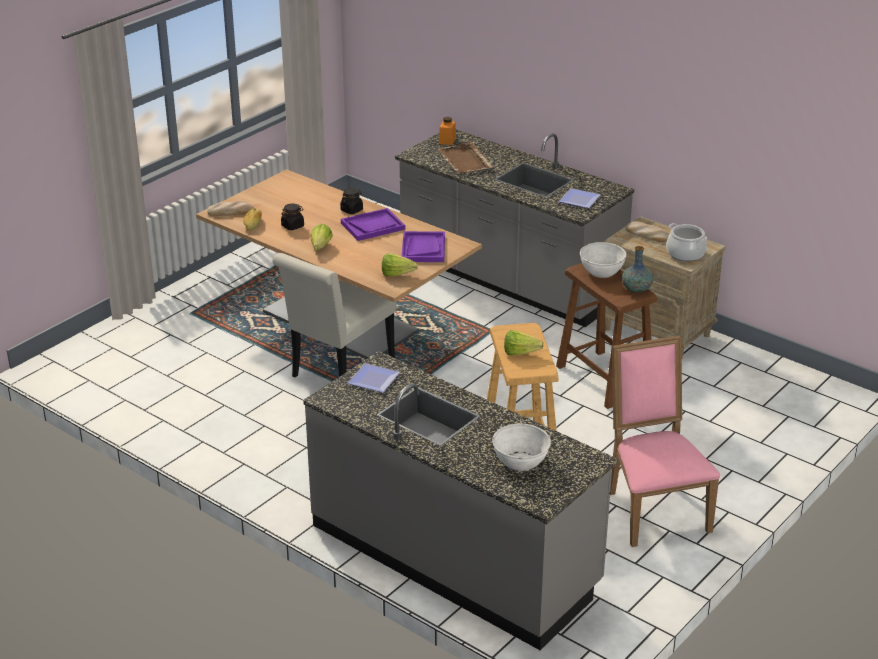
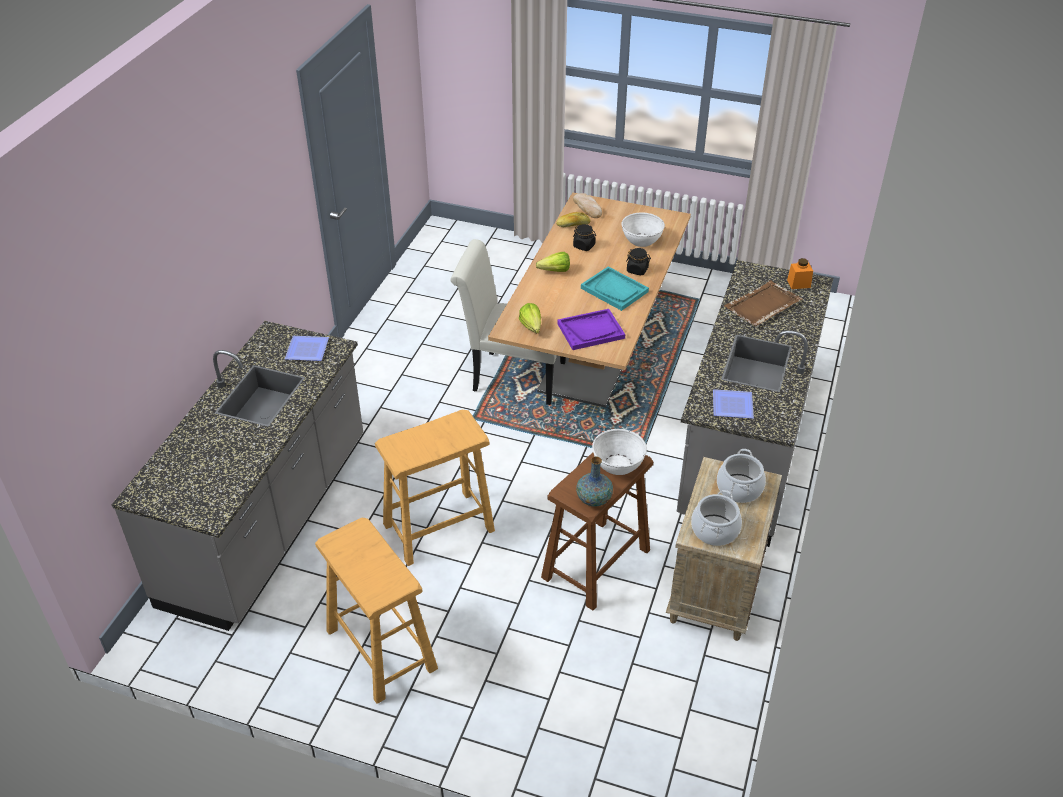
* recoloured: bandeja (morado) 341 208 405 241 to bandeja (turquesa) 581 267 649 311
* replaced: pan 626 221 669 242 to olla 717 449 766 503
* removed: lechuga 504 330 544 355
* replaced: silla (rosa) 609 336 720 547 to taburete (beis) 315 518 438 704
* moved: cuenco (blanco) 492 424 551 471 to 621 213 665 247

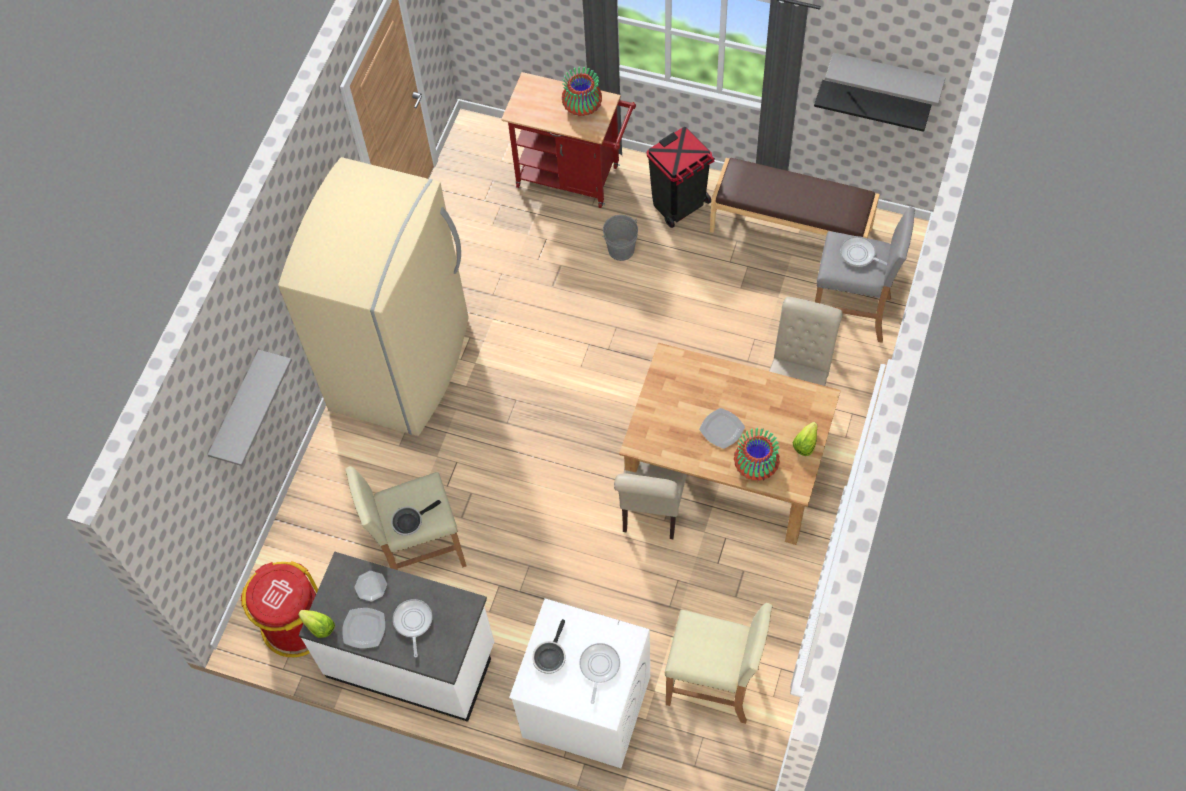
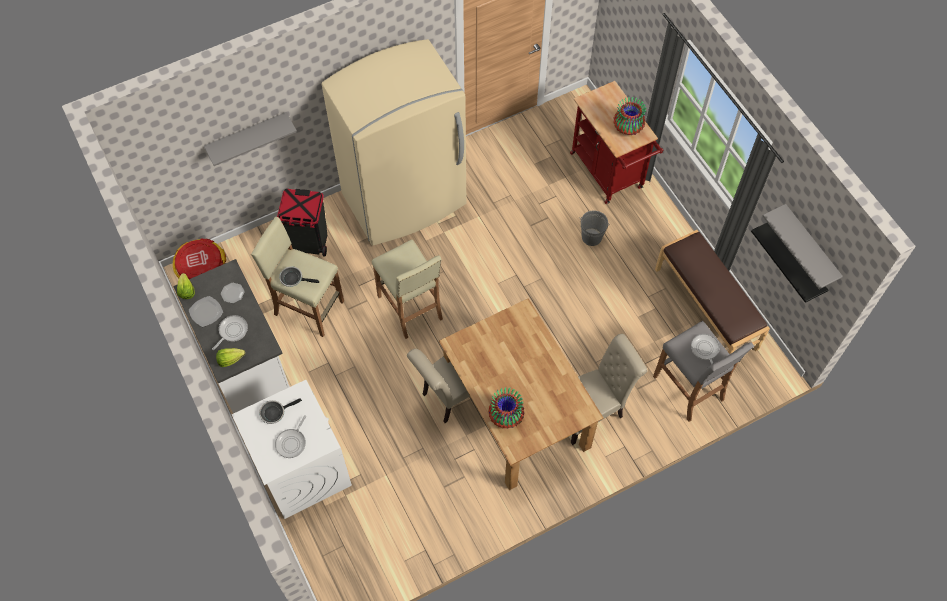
* moved: papelera (negro) 646 127 715 228 to 277 189 327 257
* removed: plato 699 408 745 449
* moved: lechuga 793 422 818 456 to 216 348 245 367
* moved: taburete (beis) 665 603 773 724 to 372 239 443 339
* turned: sartén 579 643 620 704 = 275 415 306 458 150 degrees clockwise

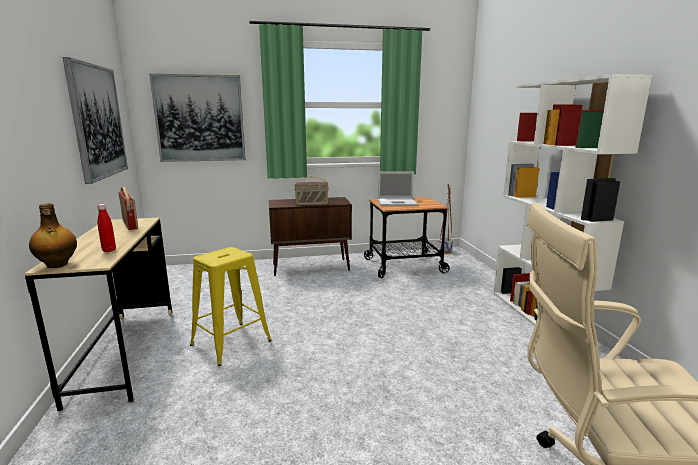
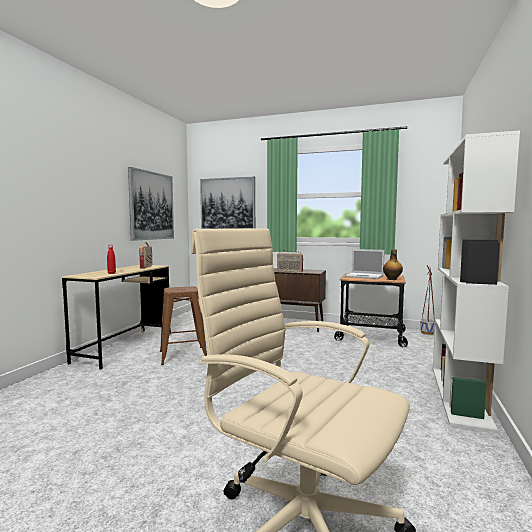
* moved: botella 29 203 77 268 to 383 249 403 280
* recoloured: taburete (amarillo) 190 247 272 366 to taburete (marrón) 160 286 207 365

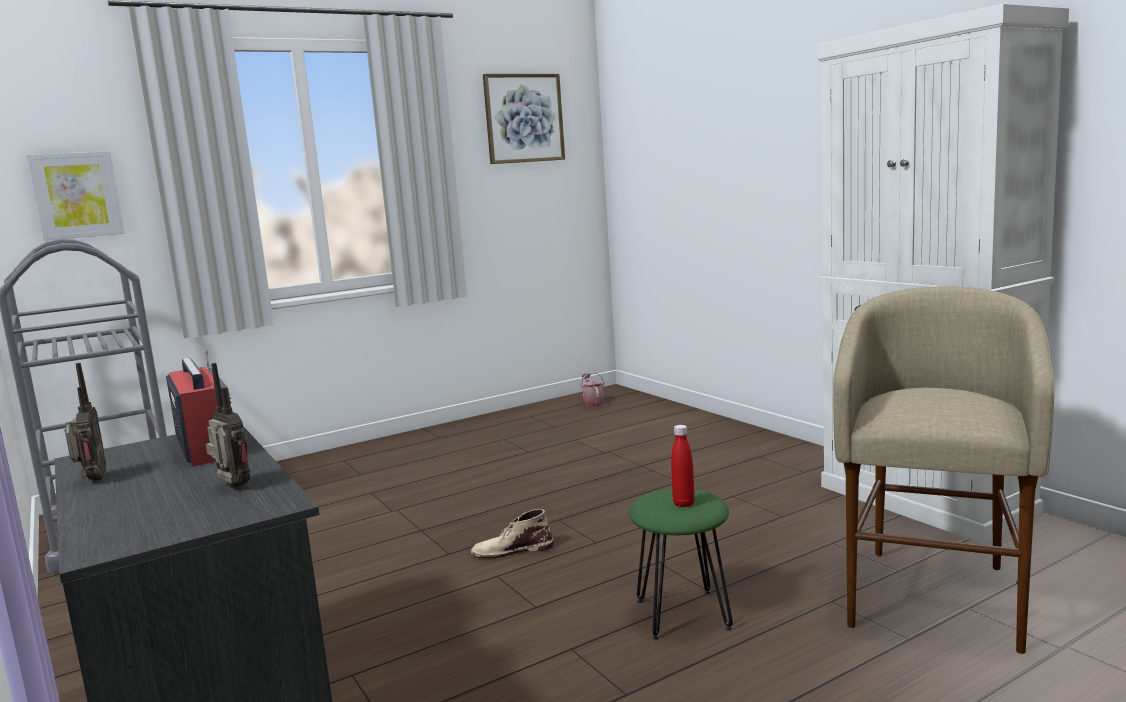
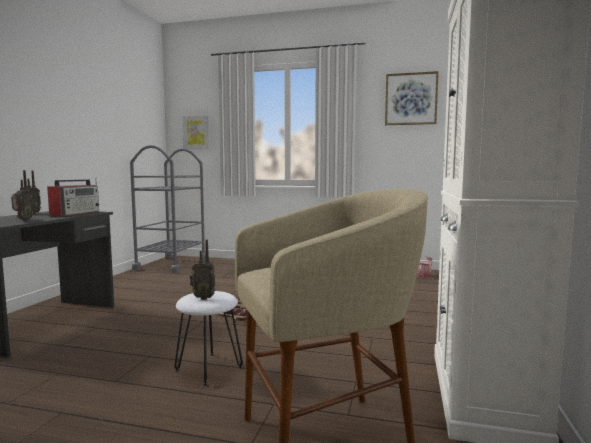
* replaced: botella (rojo) 671 425 695 507 to radio 190 240 215 300
* recoloured: taburete (verde) 629 488 733 640 to taburete (blanco) 174 291 243 386

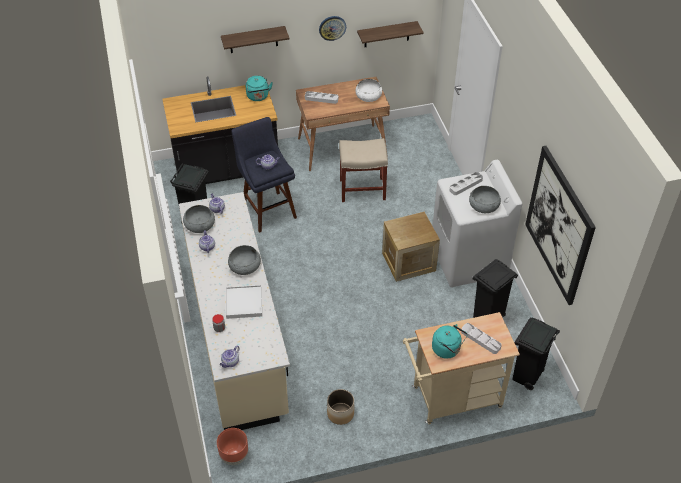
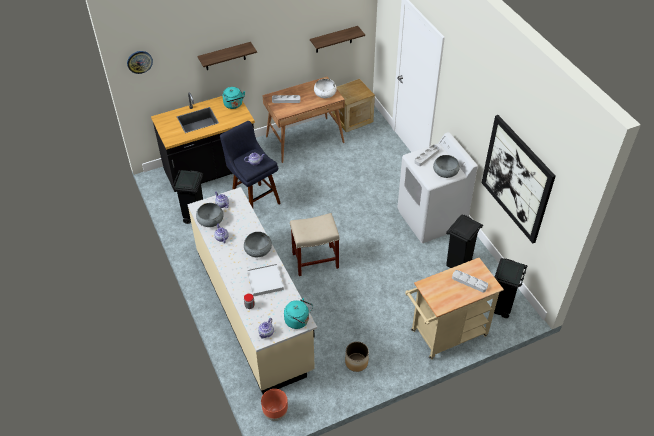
* moved: reloj de pared 319 16 346 41 to 127 51 153 74
* moved: taburete (beis) 339 138 388 202 to 290 213 339 276
* moved: caja de embalaje 382 212 440 282 to 332 79 375 132
* moved: hervidor (turquesa) 432 324 468 359 to 284 298 313 329

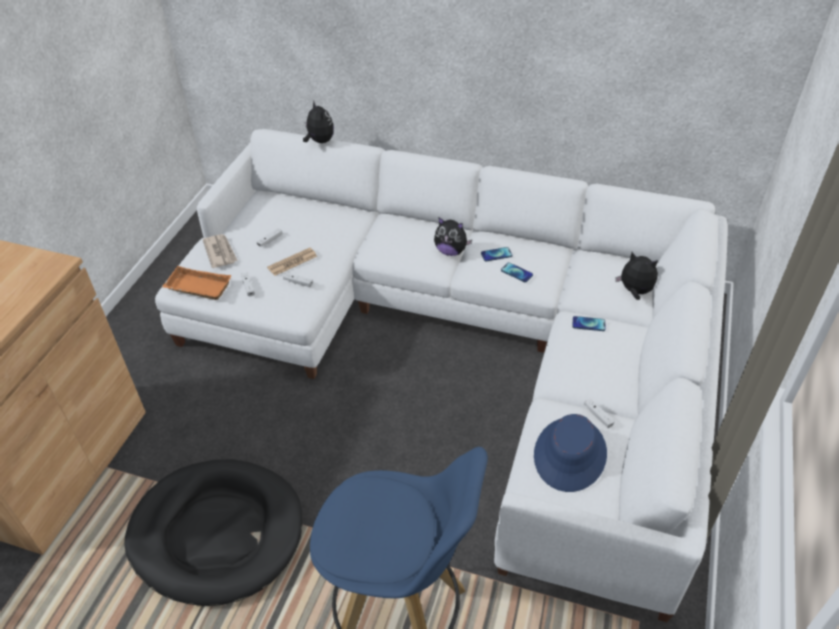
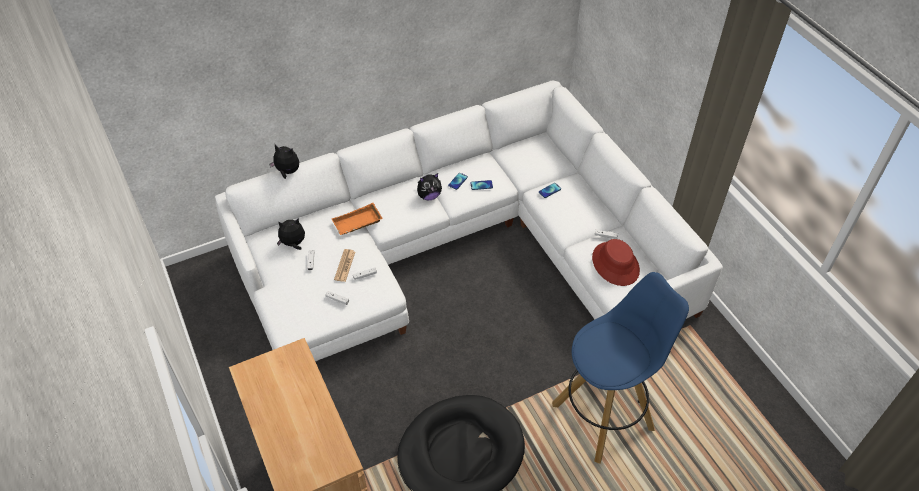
* removed: periódico 203 234 238 268
* moved: peluche 615 252 658 300 to 277 219 305 250
* moved: bandeja (naranja) 162 266 232 300 to 331 203 382 235
* recoloured: sombrero (azul) 534 414 607 492 to sombrero (rojo) 592 239 640 286

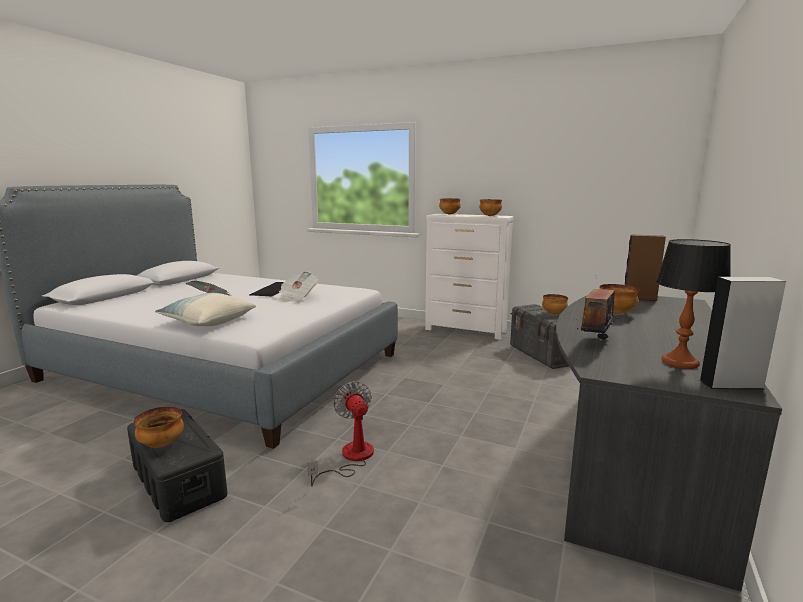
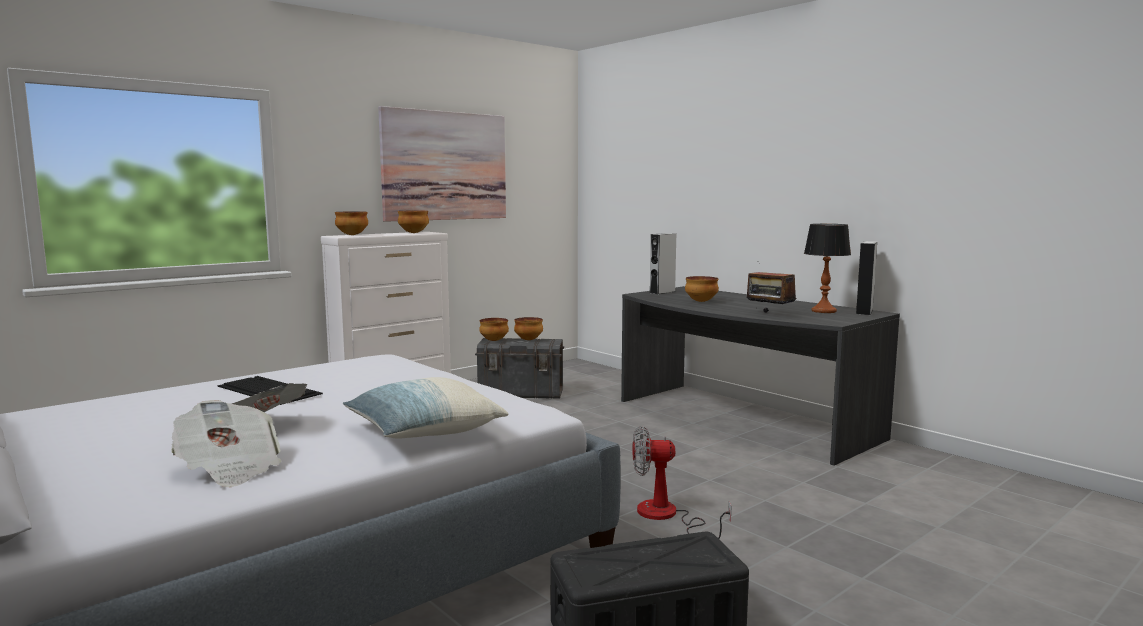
* recoloured: altavoz (marrón) 625 234 666 301 to altavoz (gris) 650 233 676 294
* moved: periódico 278 271 318 302 to 171 400 281 488
* moved: cuenco 134 407 184 448 to 479 318 509 341
* added: cuadro 378 106 506 222

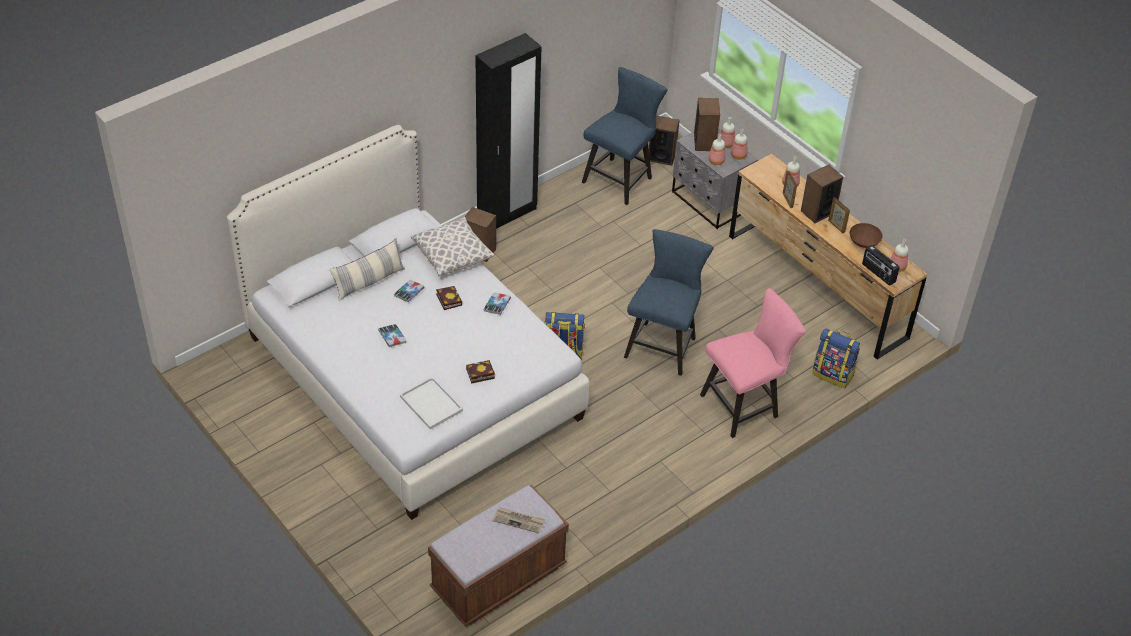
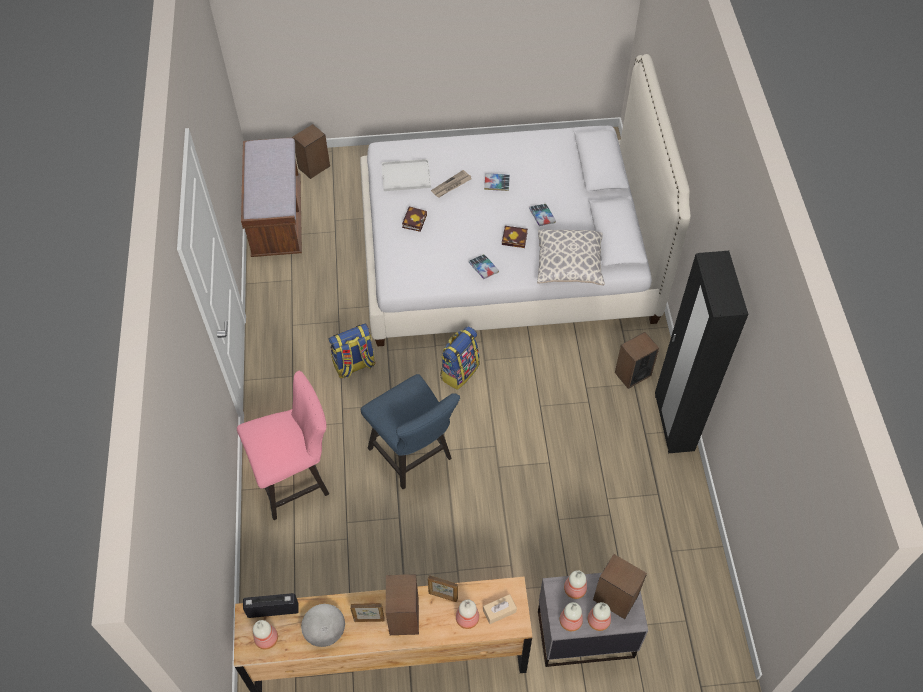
* removed: silla (azul) 582 67 668 205
* moved: altavoz 649 116 680 166 to 293 124 330 179
* recoloured: cuenco (marrón) 850 223 882 248 to cuenco (gris) 301 604 345 647
* removed: cojín 330 239 405 301
* turned: silla (rosa) 700 288 806 438 = 237 371 329 520 120 degrees counterclockwise
* moved: mochila 812 328 860 388 to 329 323 376 378
* moved: periódico 492 507 545 533 to 431 170 471 198
* added: caja de pañuelos (beis) 483 594 517 624

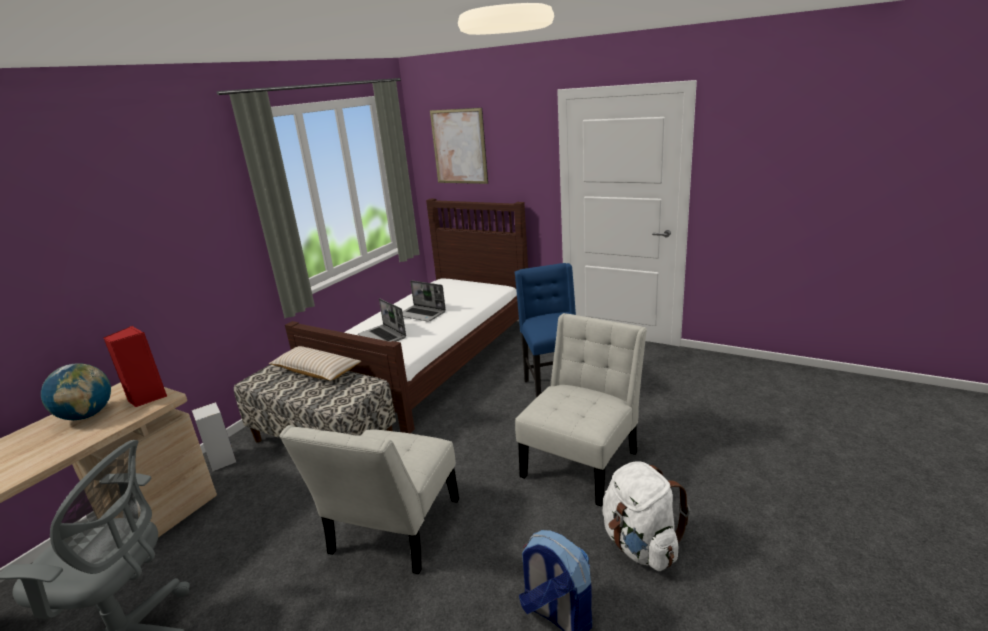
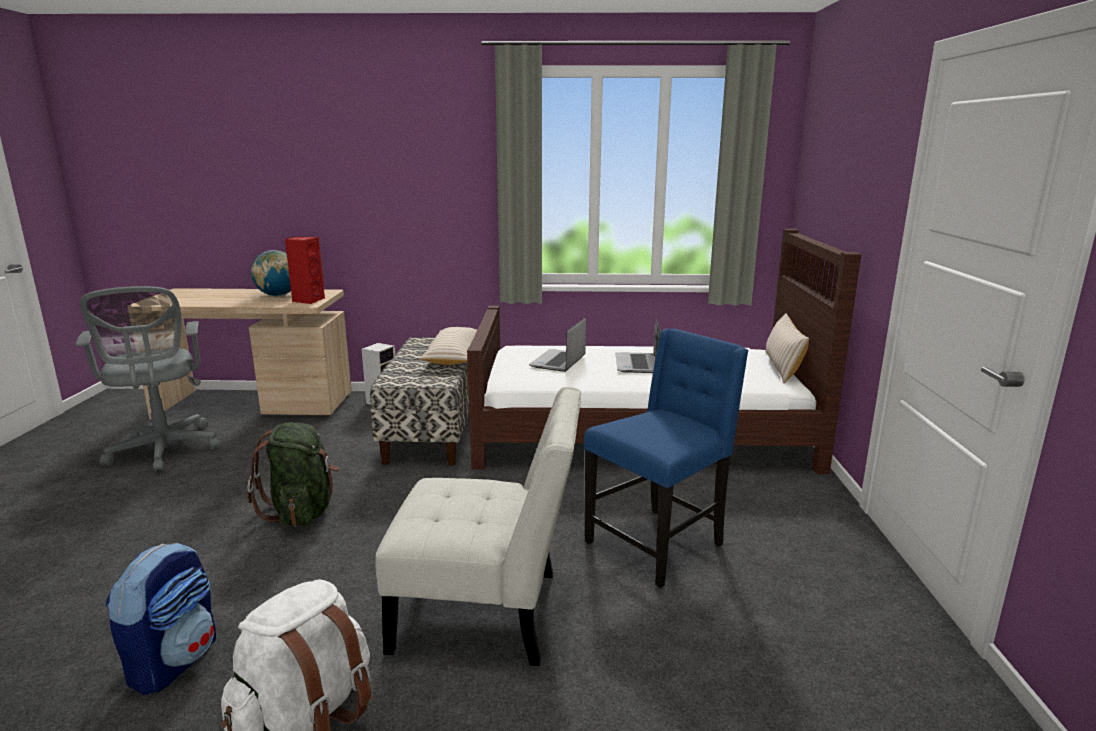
* removed: cuadro 430 108 488 184
* replaced: silla (blanco) 280 425 459 574 to mochila (verde) 247 422 339 527
* added: cojín (beis) 766 313 809 384

